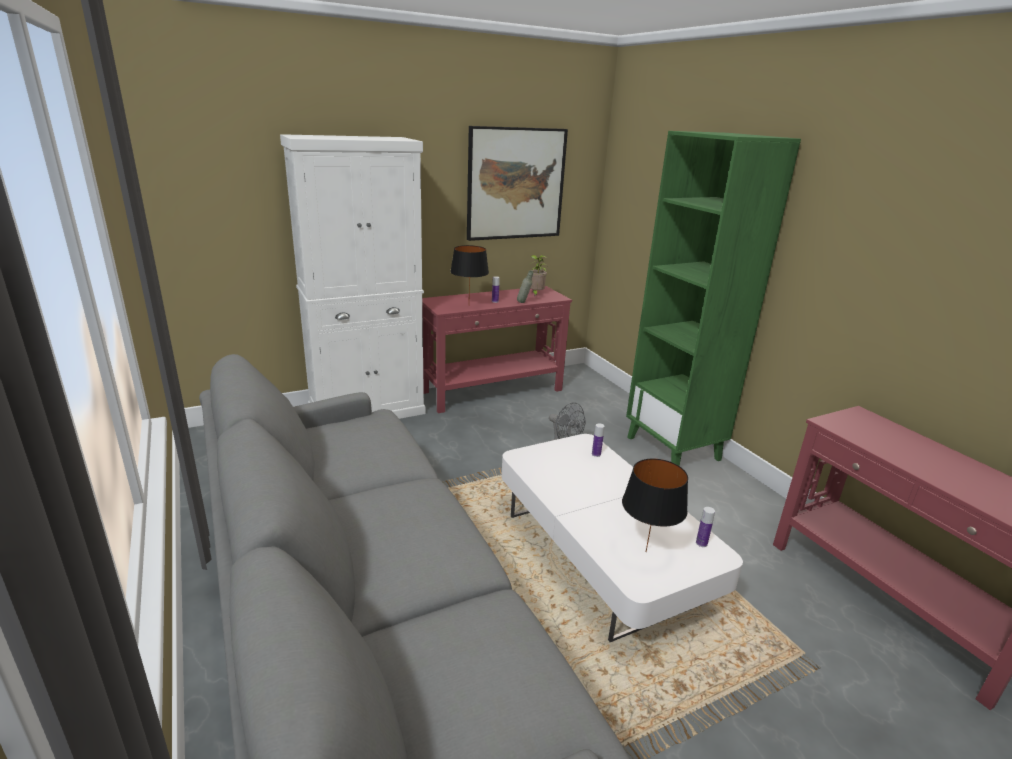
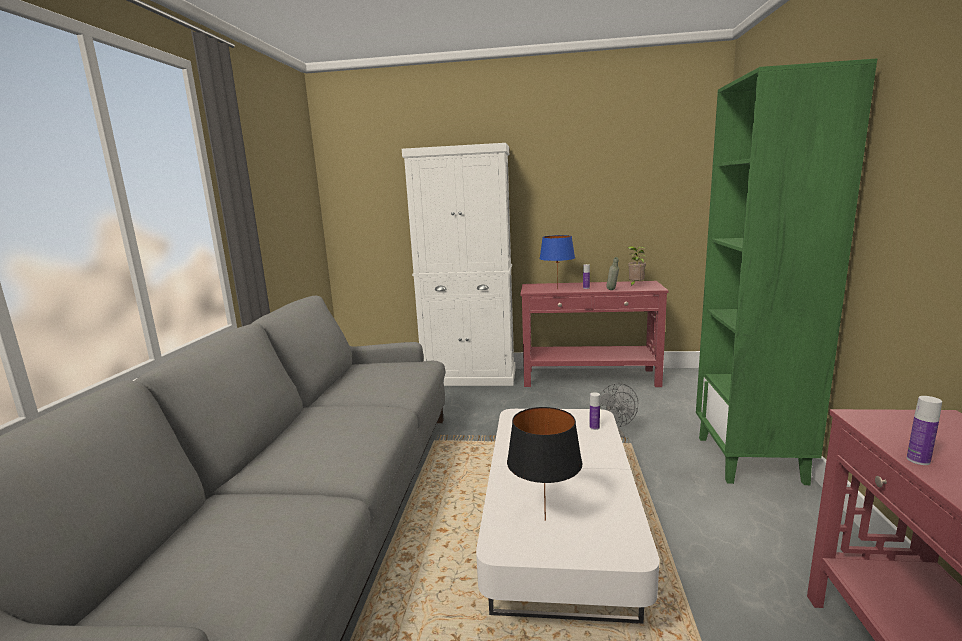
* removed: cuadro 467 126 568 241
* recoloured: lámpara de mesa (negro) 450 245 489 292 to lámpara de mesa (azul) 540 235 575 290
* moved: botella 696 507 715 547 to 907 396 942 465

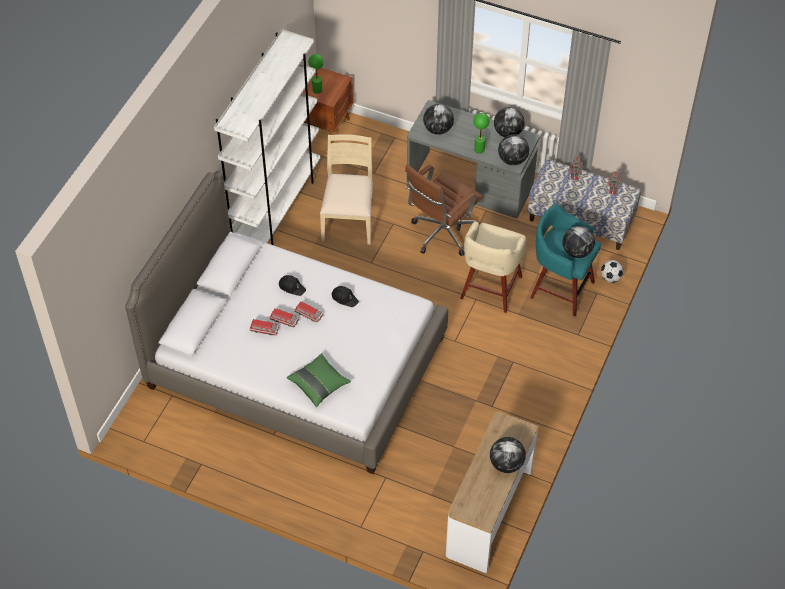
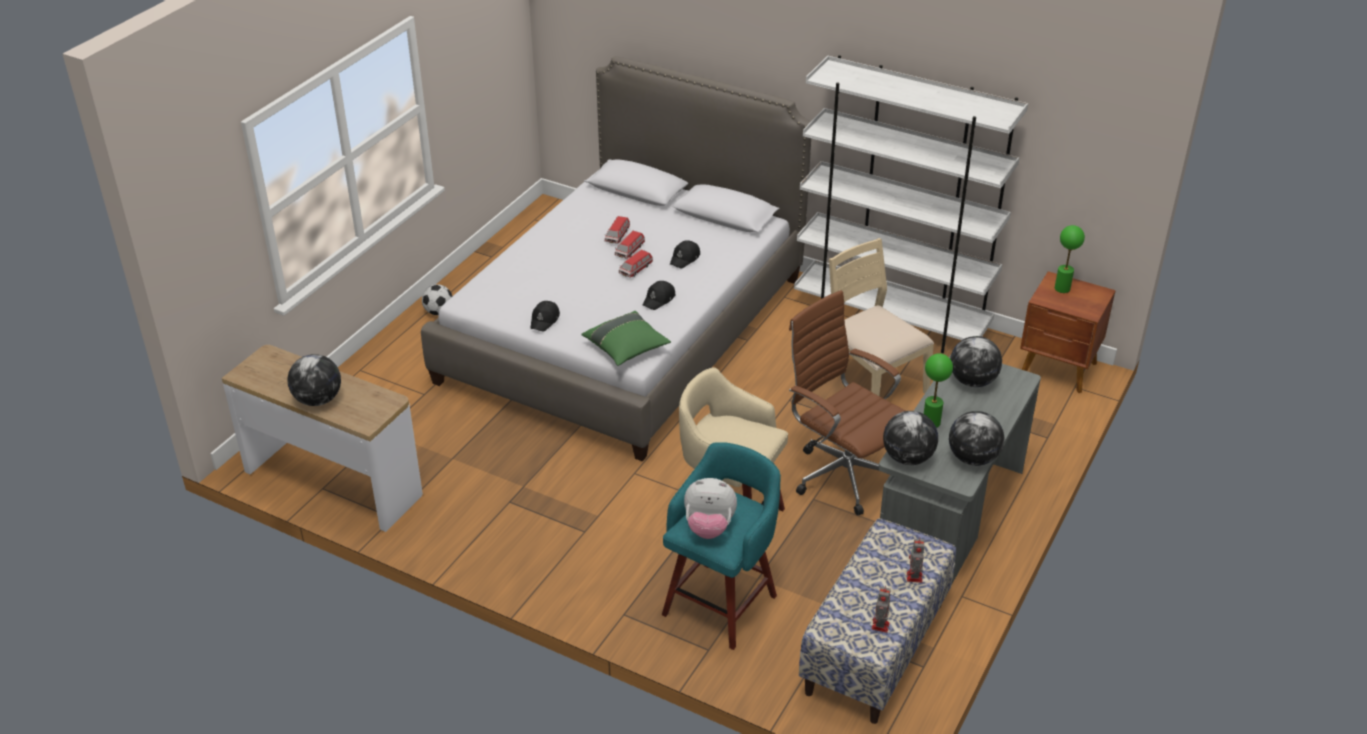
* turned: silla (beis) 320 134 373 245 = 829 238 934 396 135 degrees counterclockwise
* replaced: globo terráqueo 563 226 595 258 to peluche 684 478 737 539
* moved: balón de fútbol 601 260 624 283 to 422 284 452 315
* moved: cojín (verde) 287 353 351 407 to 581 311 671 366
* added: gorra (negro) 530 301 560 332

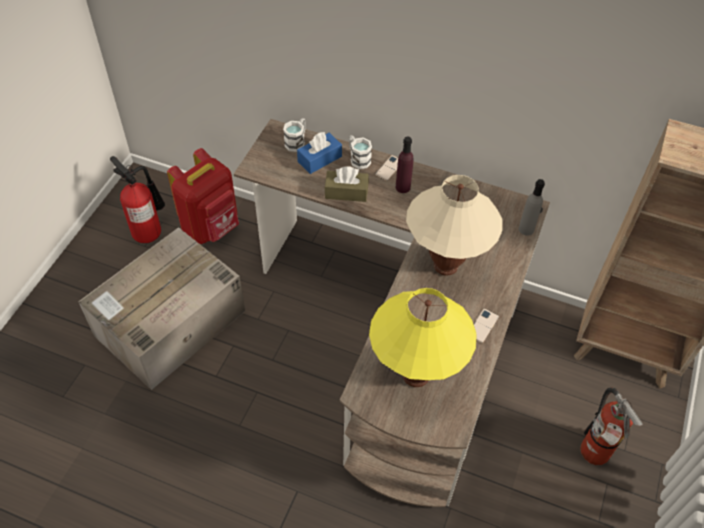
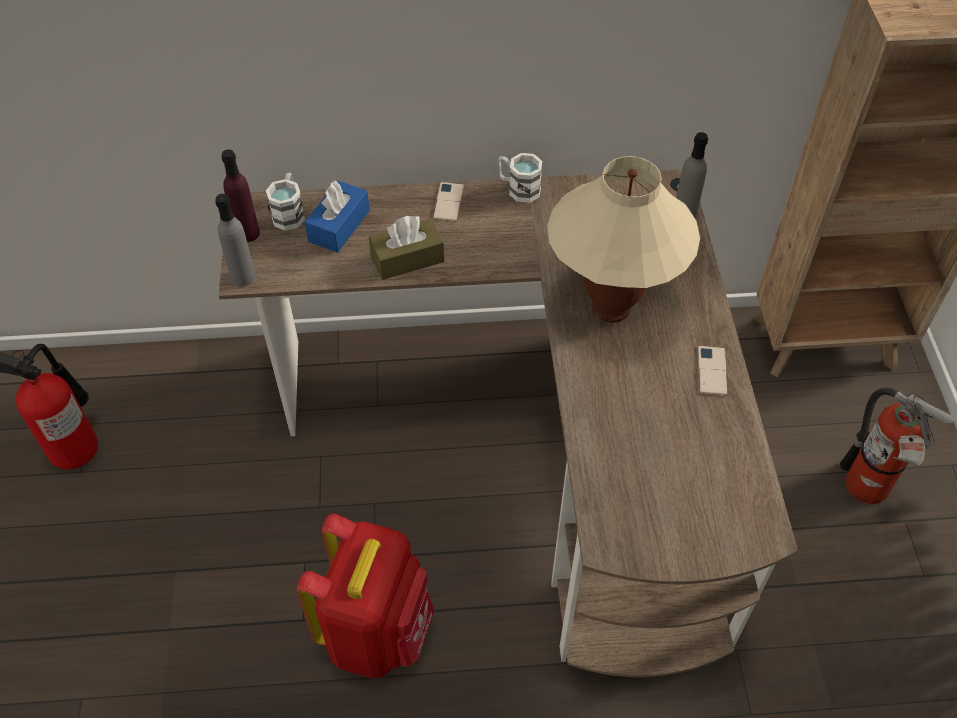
* moved: taza grande (blanco) 349 135 372 169 to 497 153 542 203
* moved: botella (morado) 396 136 414 193 to 221 149 260 242
* moved: mochila (rojo) 167 148 239 244 to 297 513 435 678
* removed: caja de cartón 78 227 245 390
* removed: lámpara de mesa (amarillo) 369 288 477 387
* added: botella (gris) 215 194 256 287

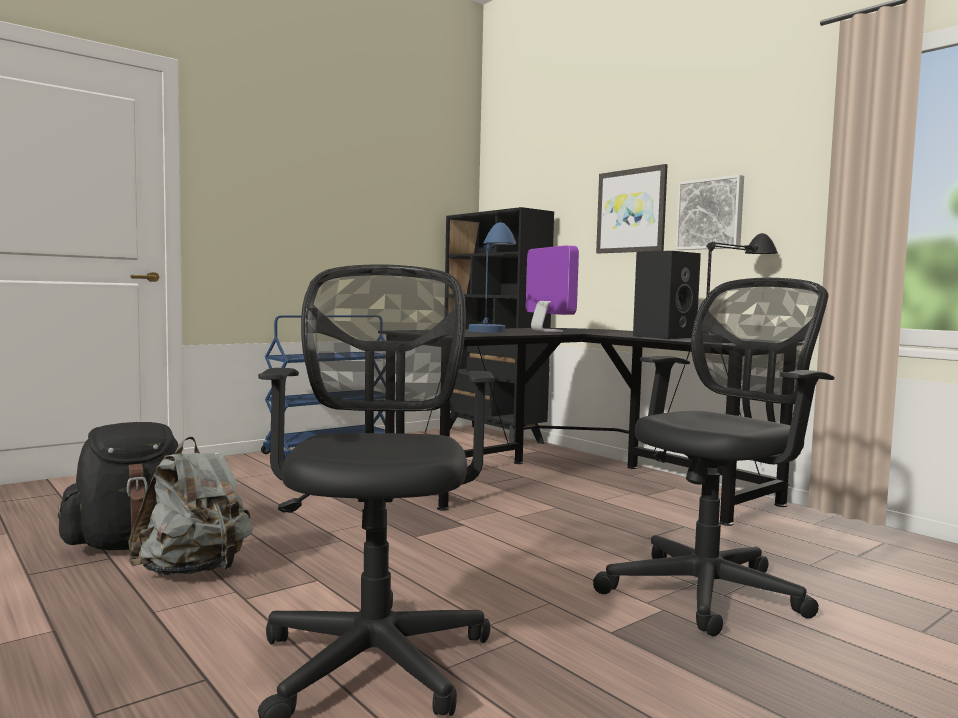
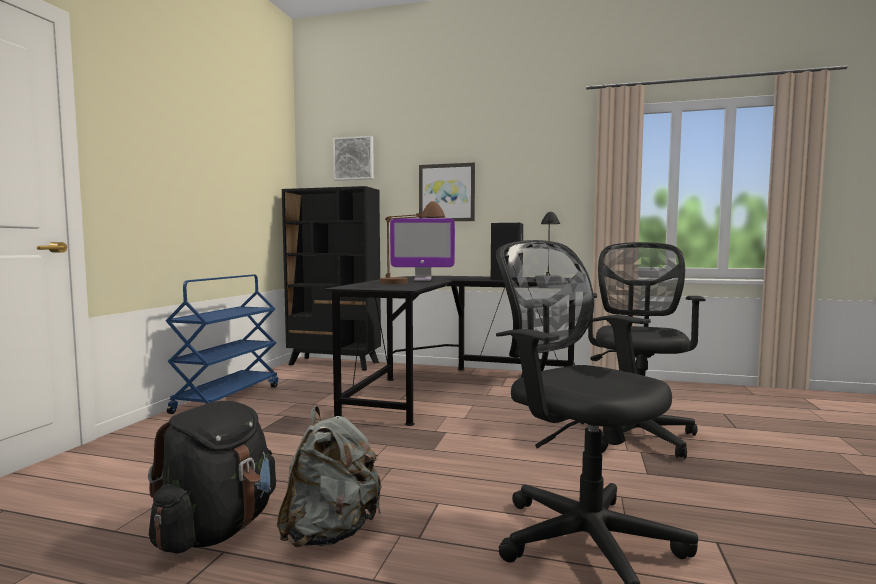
* moved: cuadro 675 175 744 250 to 333 136 374 181
* recoloured: lámpara de mesa (azul) 469 222 516 332 to lámpara de mesa (marrón) 380 201 445 284
* turned: monitor 526 245 579 332 = 390 218 455 281 150 degrees clockwise

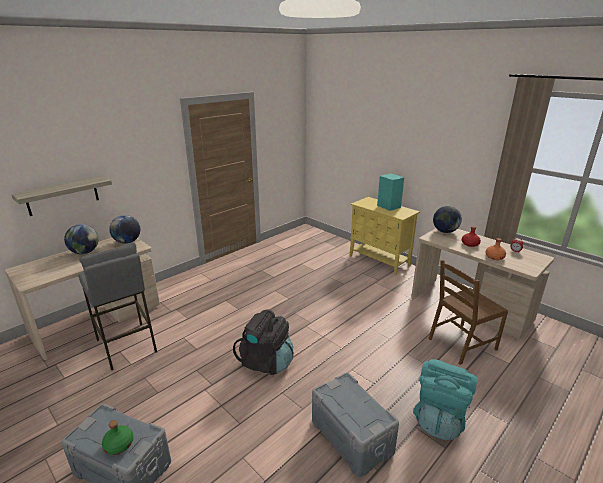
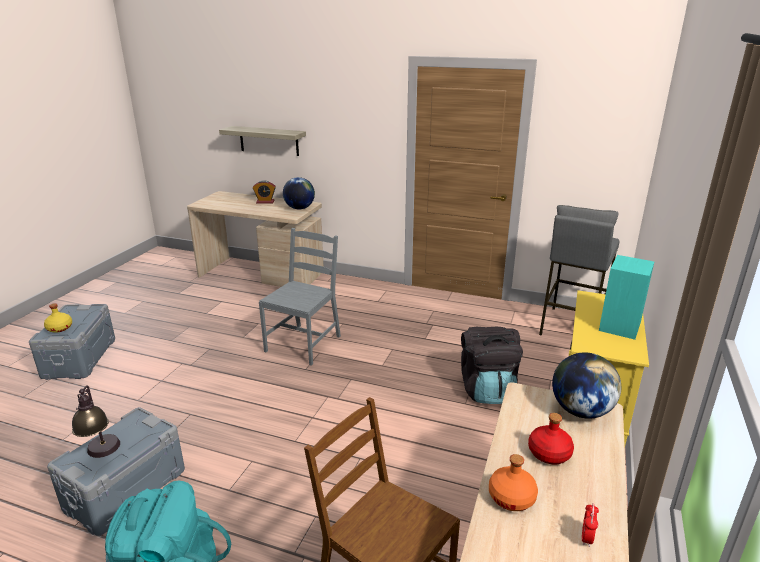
* replaced: globo terráqueo 64 224 99 254 to despertador 253 180 276 204
* moved: taburete (gris) 78 243 157 370 to 539 205 620 335
* moved: mochila (negro) 233 309 294 375 to 461 327 523 404
* recoloured: botella (verde) 102 420 134 455 to botella (amarillo) 44 303 72 332
* added: silla (gris) 259 228 341 366
* added: lámpara de mesa 72 385 120 458

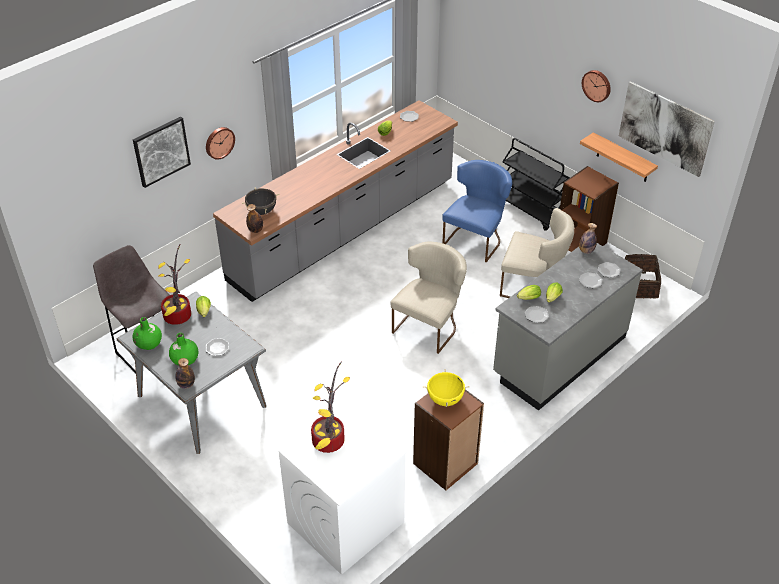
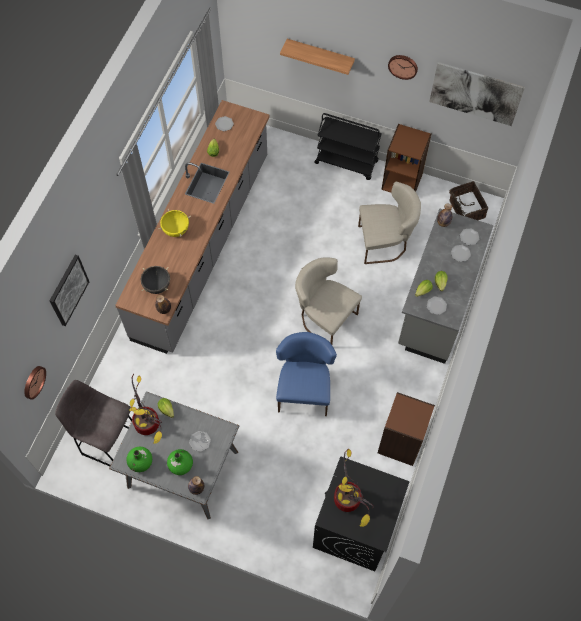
* moved: reloj de pared 206 127 235 160 to 24 366 46 400
* moved: estante 580 132 658 182 to 280 39 355 75
* moved: silla (azul) 442 160 512 262 to 276 332 337 416
* turned: silla (beis) 391 242 467 354 = 295 257 362 344 60 degrees counterclockwise
* moved: olla (amarillo) 423 369 470 407 to 158 209 191 237
* recoloured: lavadora (blanco) 279 402 408 575 to lavadora (negro) 313 456 410 571

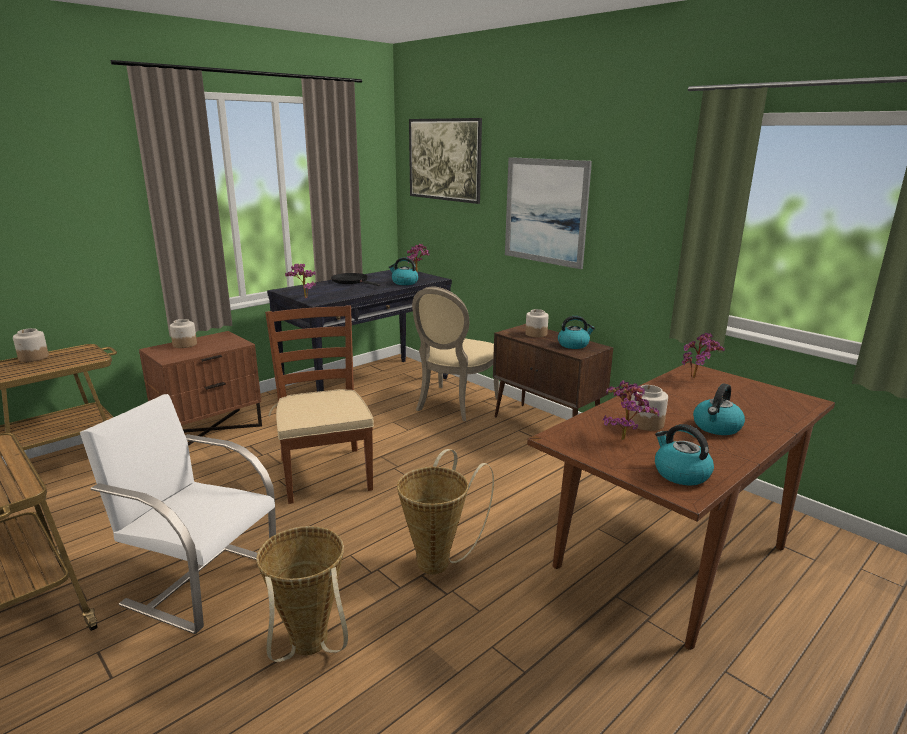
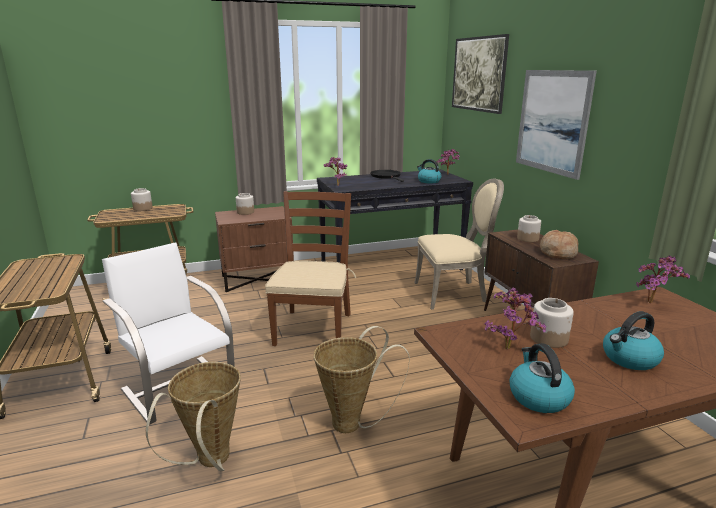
* turned: silla (beis) 412 287 499 421 = 414 179 504 310 150 degrees counterclockwise
* replaced: hervidor 558 316 595 349 to pan 540 230 578 260

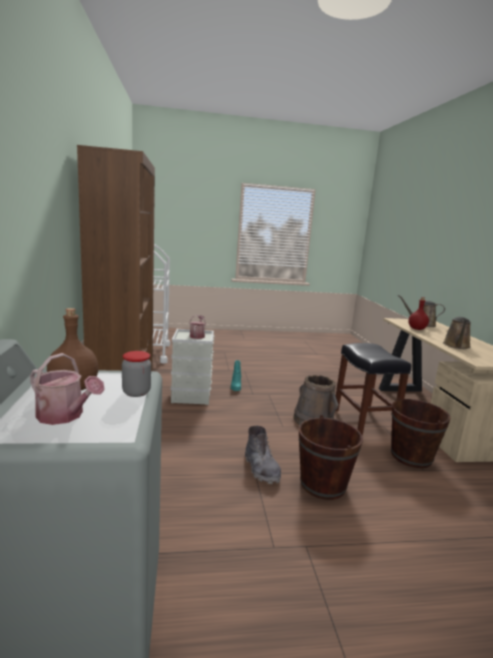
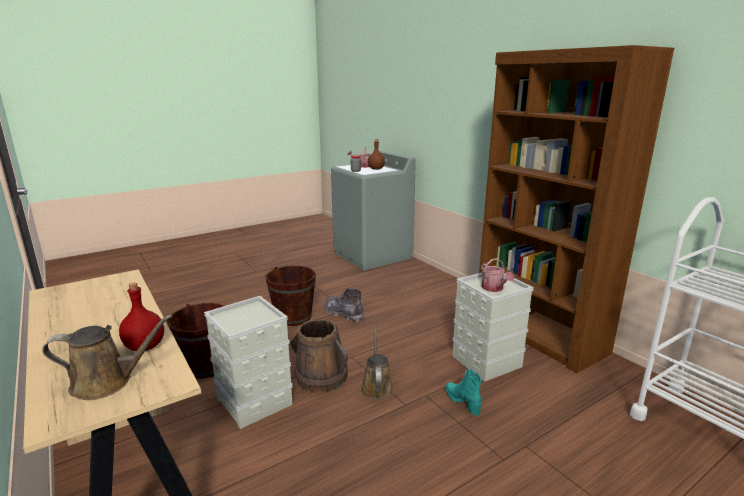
* moved: regadera (marrón) 443 317 471 349 to 361 329 393 399
* replaced: taburete (negro) 336 343 411 436 to caja de almacenaje (gris) 204 296 293 429

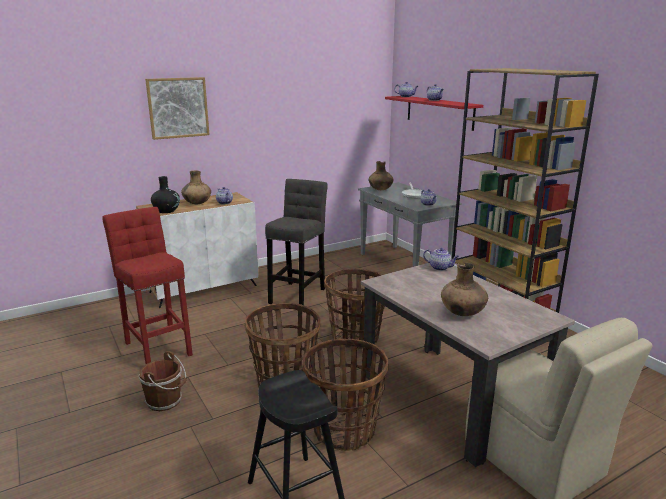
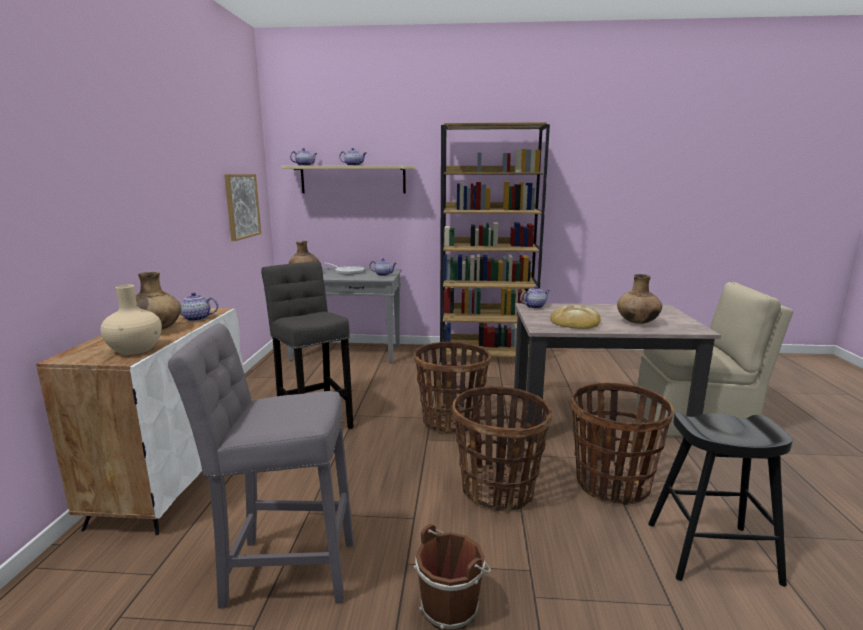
* moved: cuadro 145 77 209 140 to 224 174 261 241
* recoloured: estante (rojo) 385 96 483 131 to estante (beis) 281 166 415 193
* recoloured: florero (negro) 151 176 180 213 to florero (beis) 100 285 162 355
* recoloured: taburete (rojo) 102 207 193 364 to taburete (gris) 168 323 354 609
* added: pan 550 305 601 329

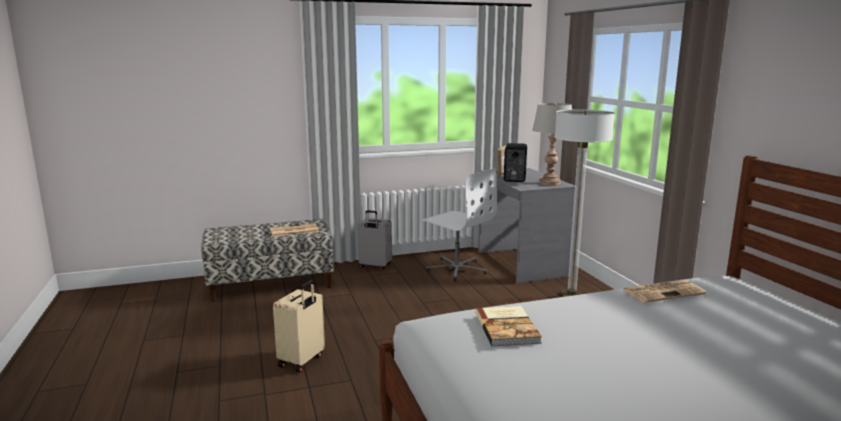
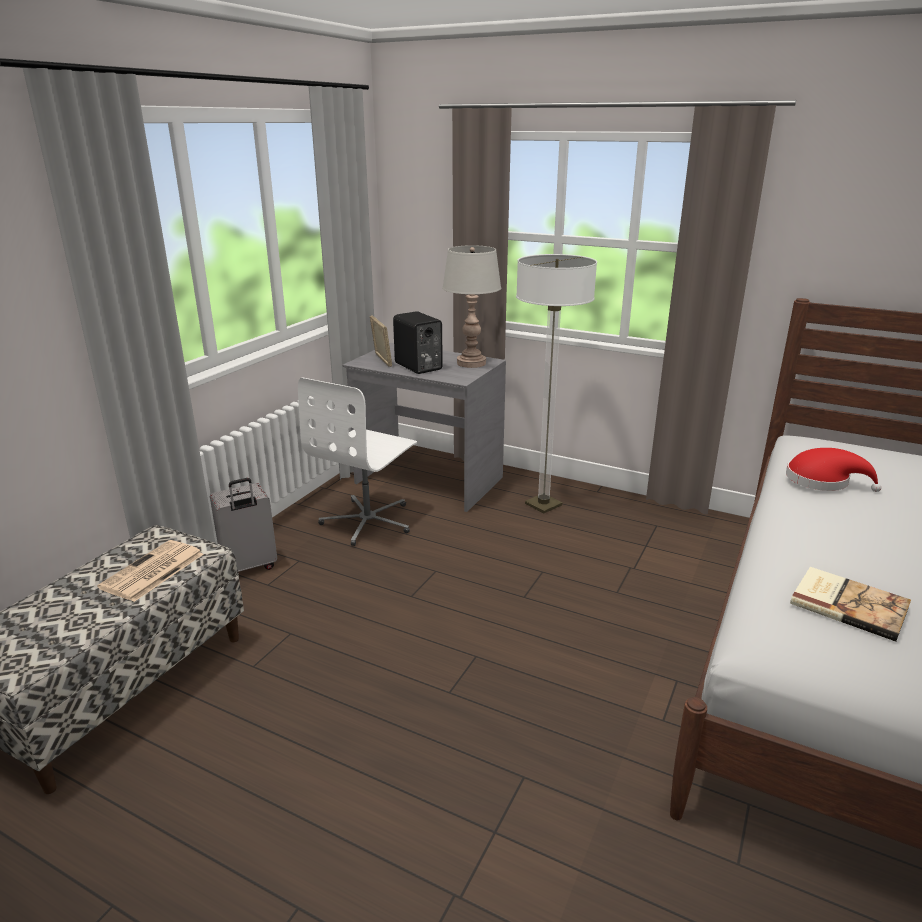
* turned: silla de oficina (blanco) 422 168 497 281 = 298 377 417 546 120 degrees clockwise
* removed: maleta (beis) 273 280 325 372
* replaced: periódico 622 280 706 303 to sombrero (rojo) 786 448 881 492

